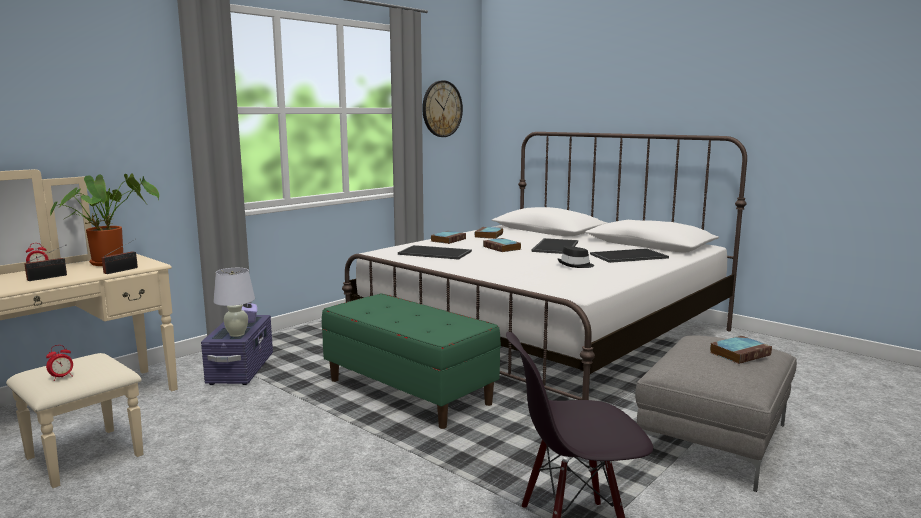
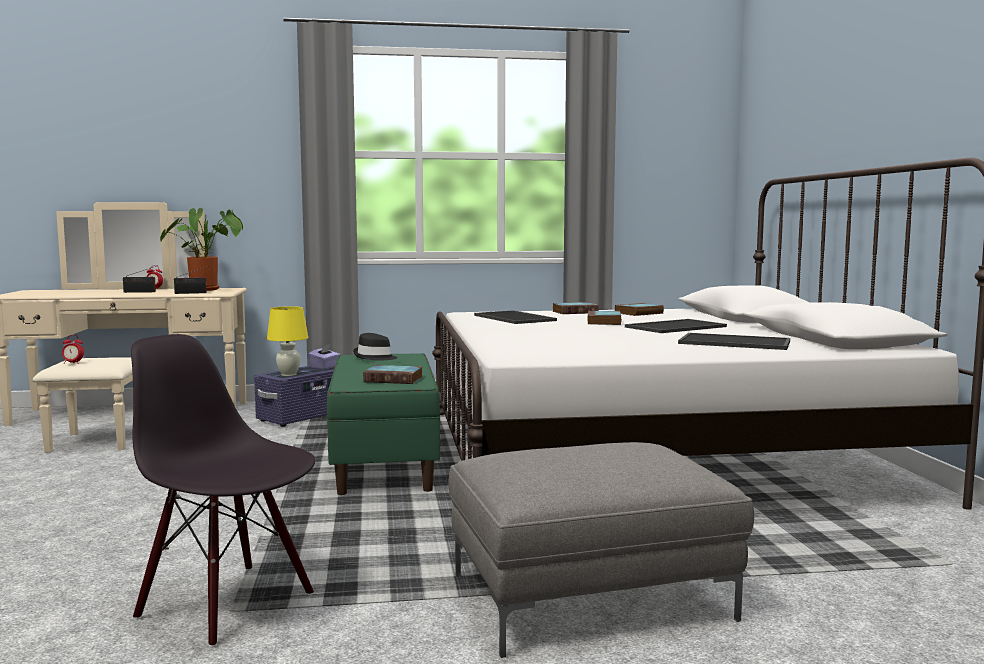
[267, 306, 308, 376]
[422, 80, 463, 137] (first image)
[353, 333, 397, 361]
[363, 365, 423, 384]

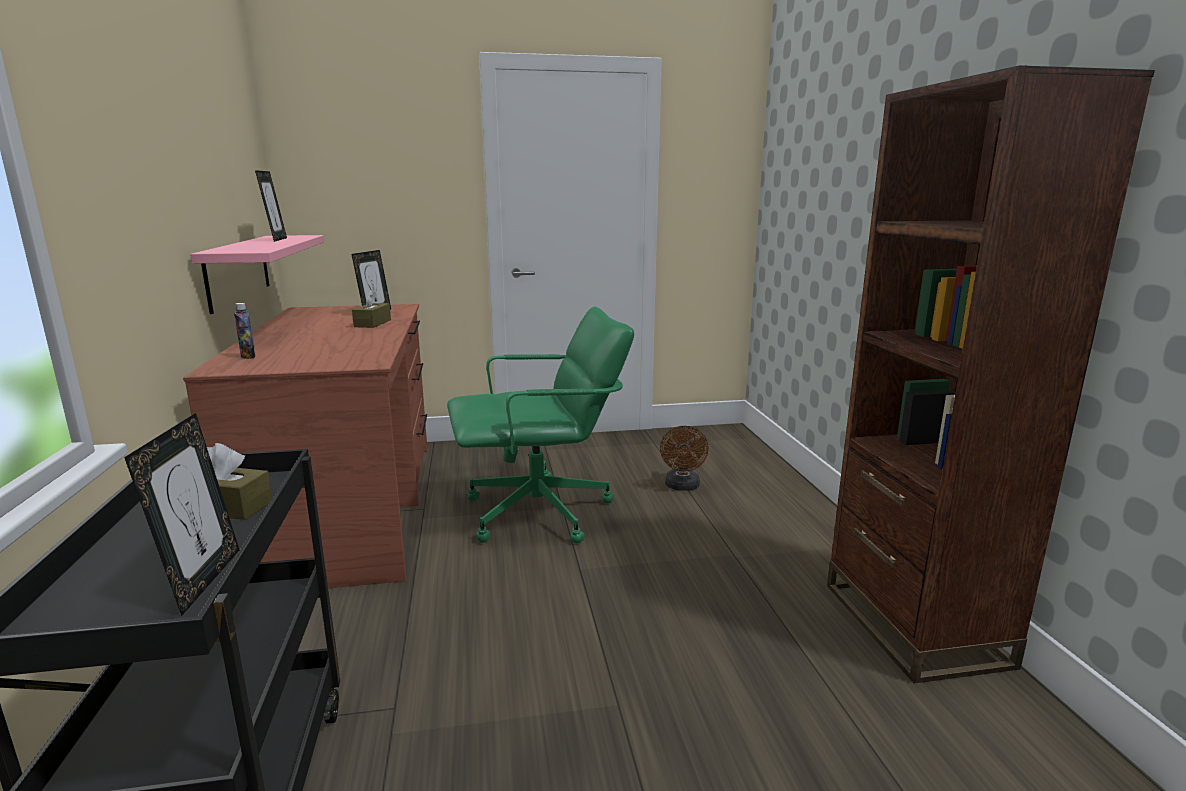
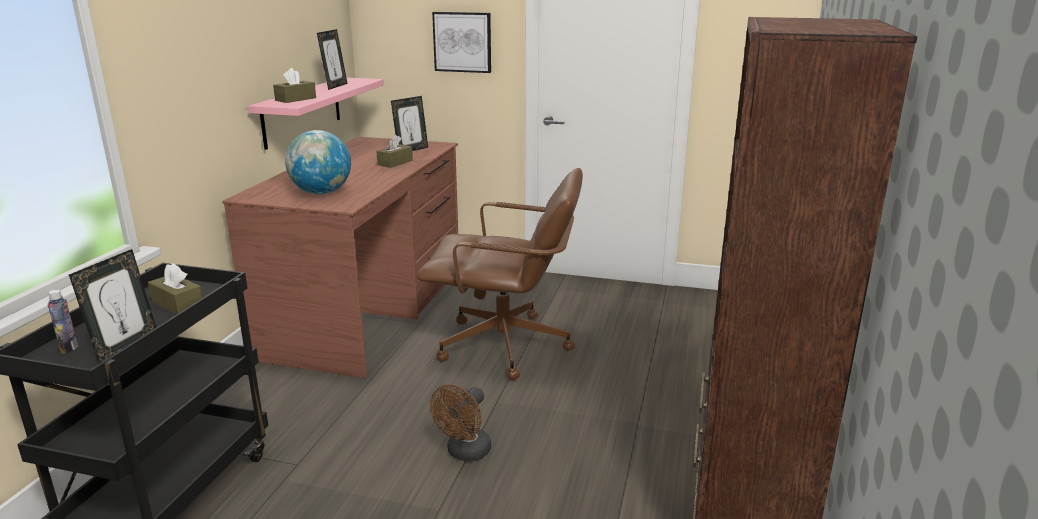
[48, 289, 78, 354]
[417, 168, 583, 380]
[430, 384, 491, 462]
[273, 68, 316, 103]
[285, 130, 351, 194]
[432, 12, 491, 73]

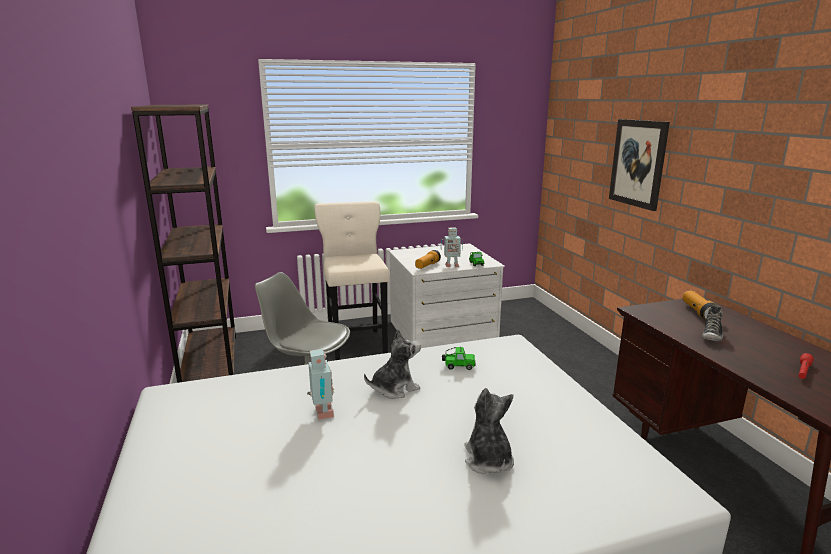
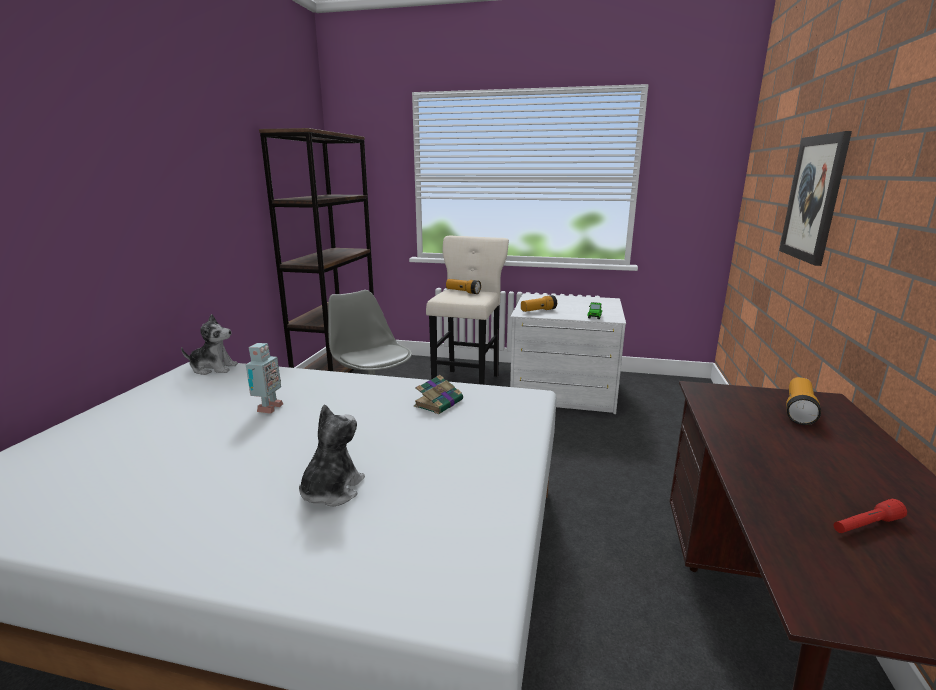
[181, 314, 238, 375]
[441, 227, 463, 267] (first image)
[414, 375, 463, 414]
[702, 305, 723, 342] (first image)
[446, 279, 481, 294]

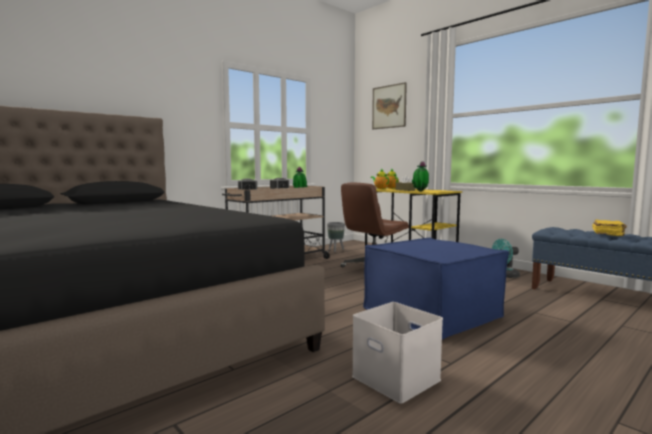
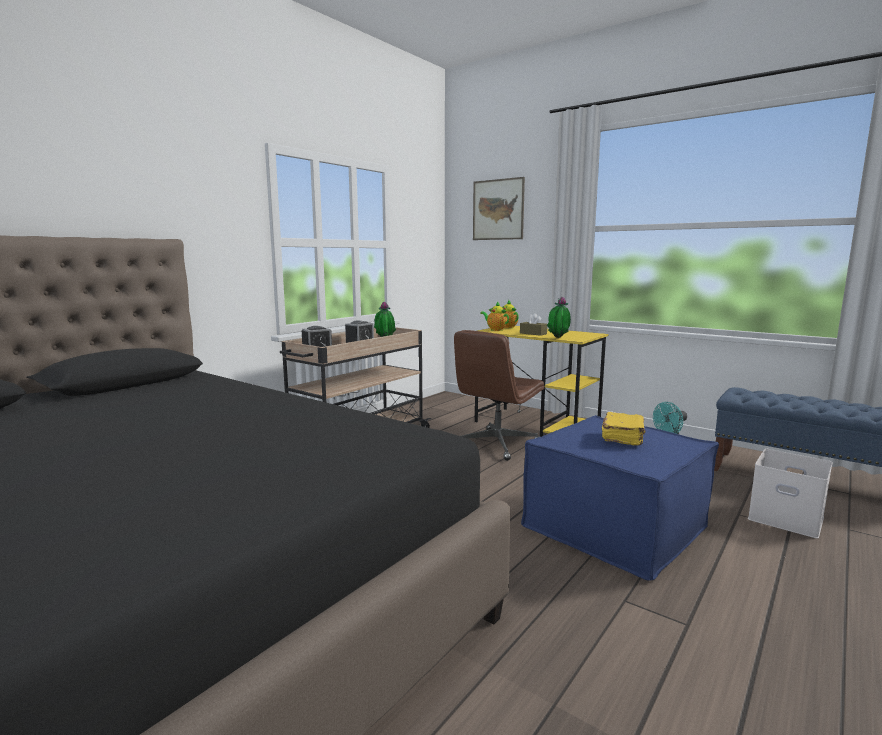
[327, 222, 345, 252] (first image)
[748, 449, 833, 538]
[602, 412, 646, 445]

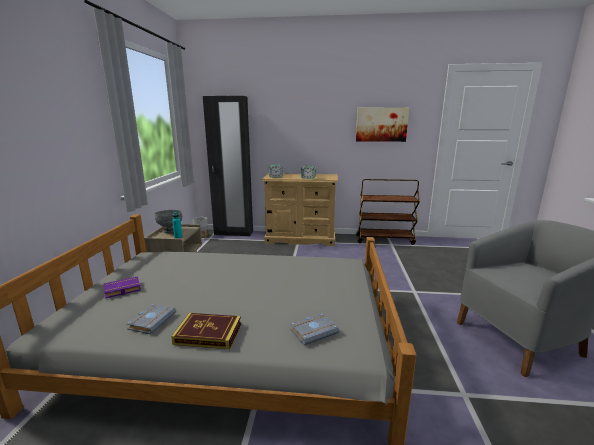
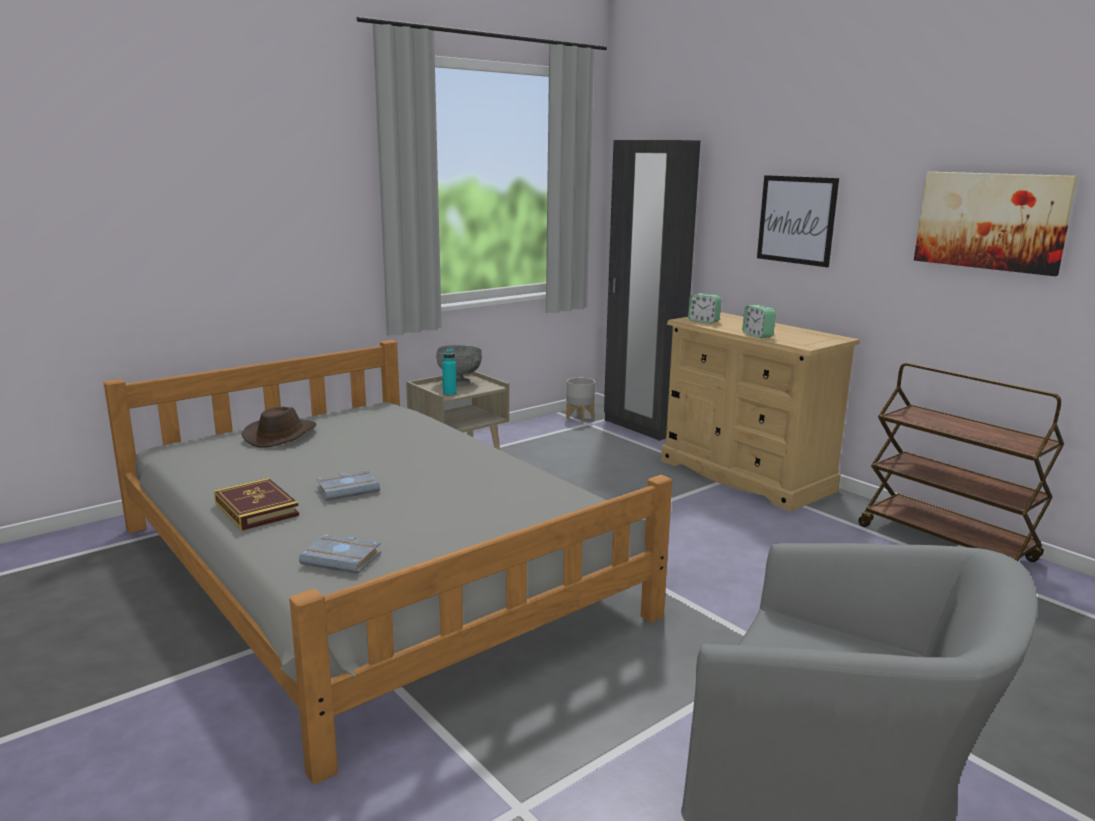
[242, 407, 316, 448]
[316, 470, 380, 501]
[757, 175, 839, 267]

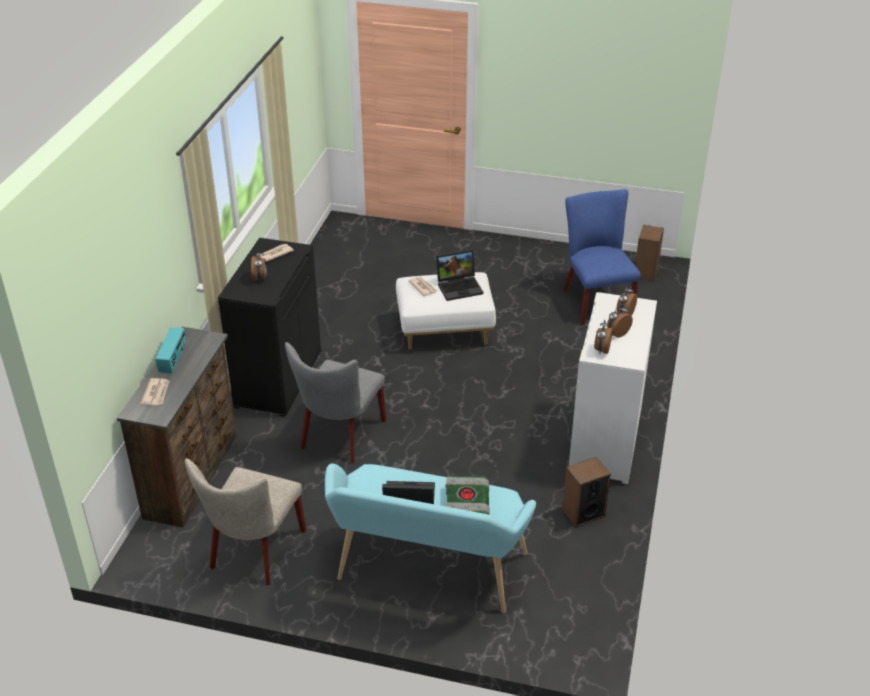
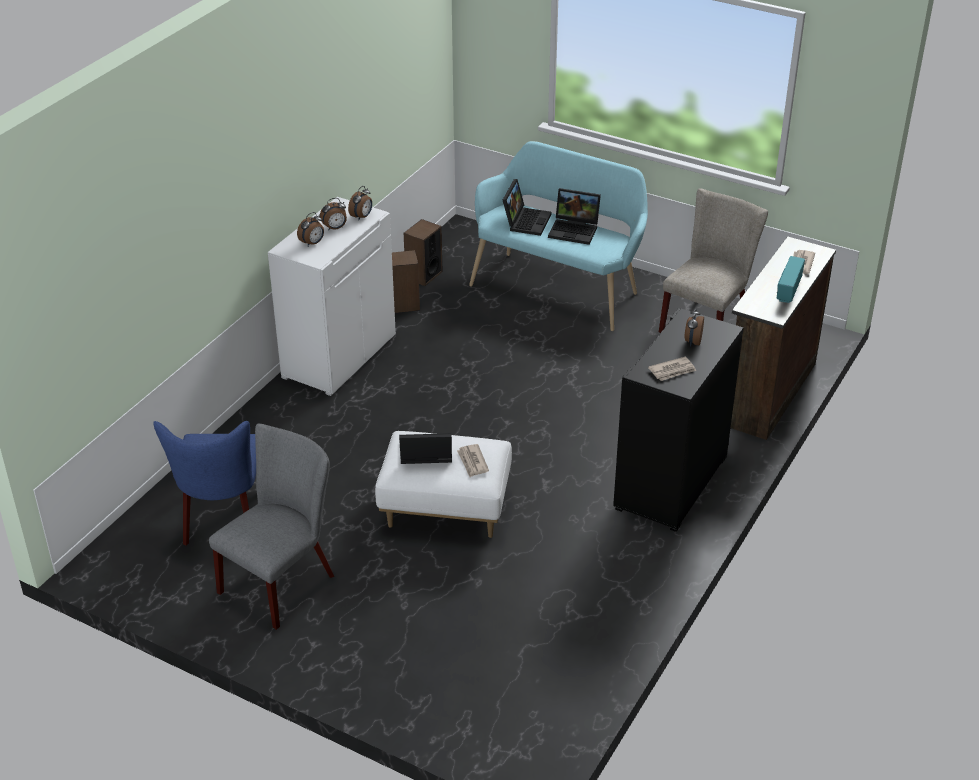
[209, 423, 334, 630]
[503, 179, 551, 236]
[404, 219, 443, 286]

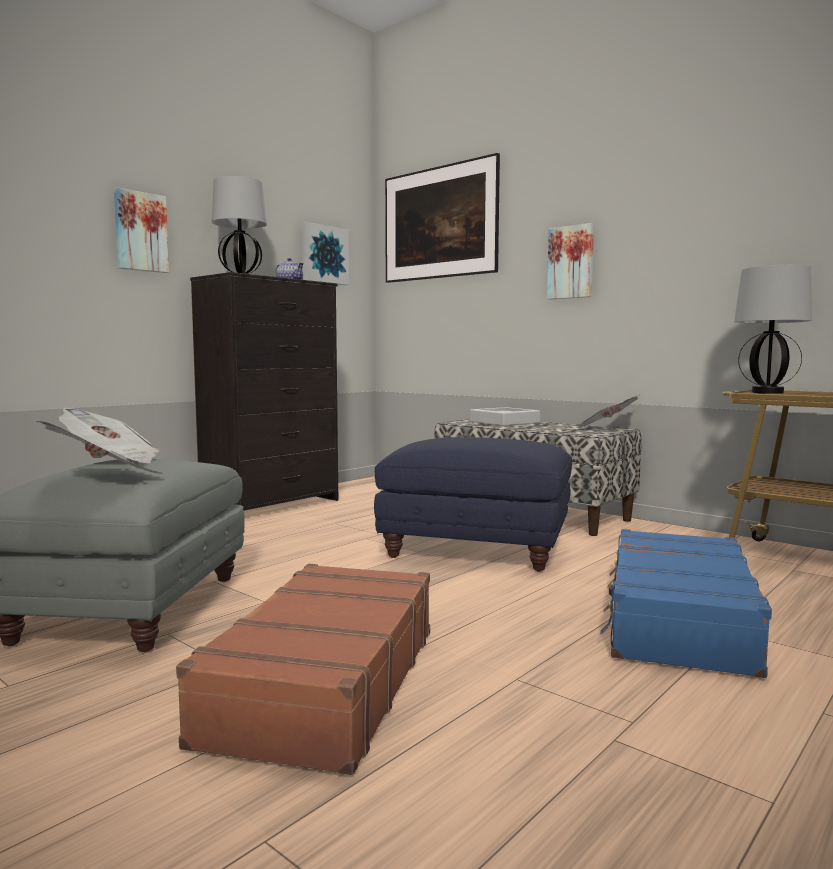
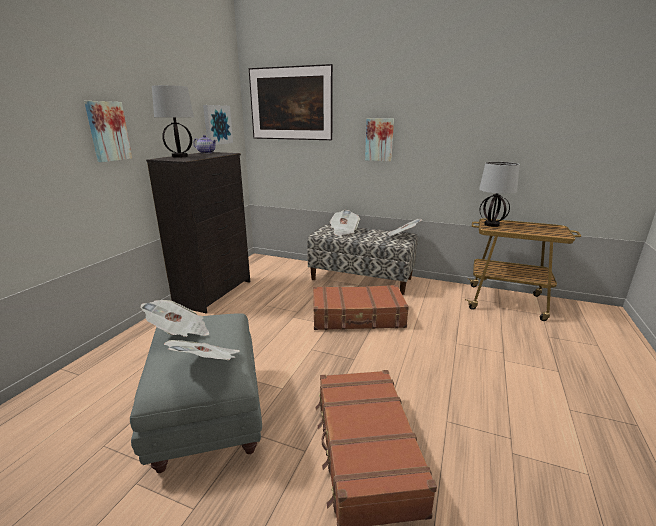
[313, 285, 409, 330]
[329, 210, 360, 236]
[600, 529, 772, 678] (first image)

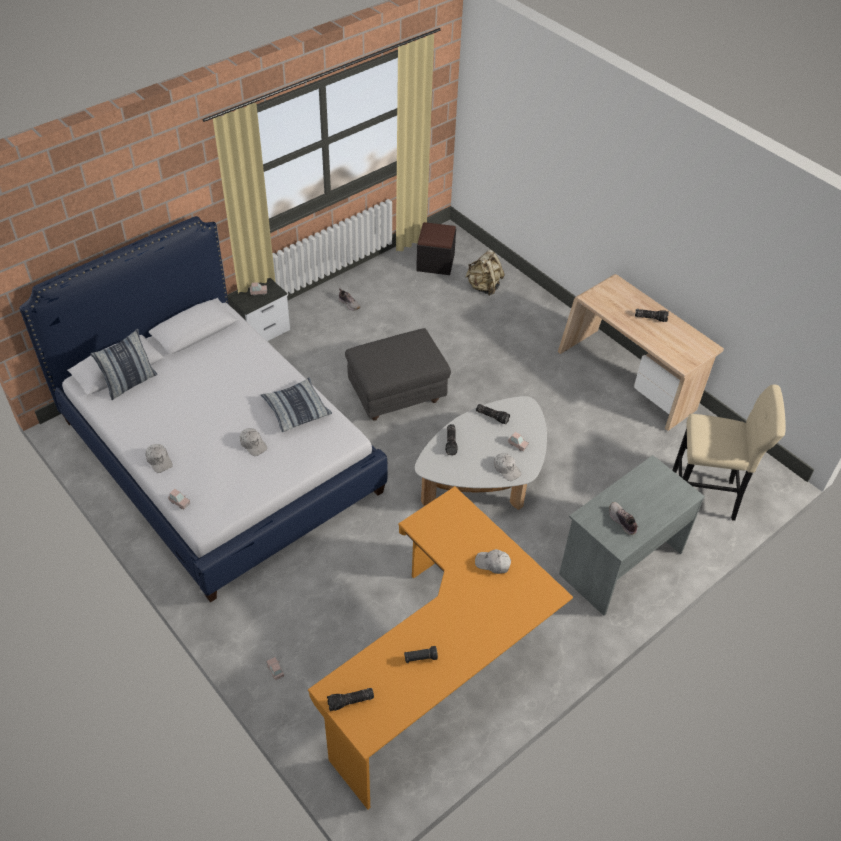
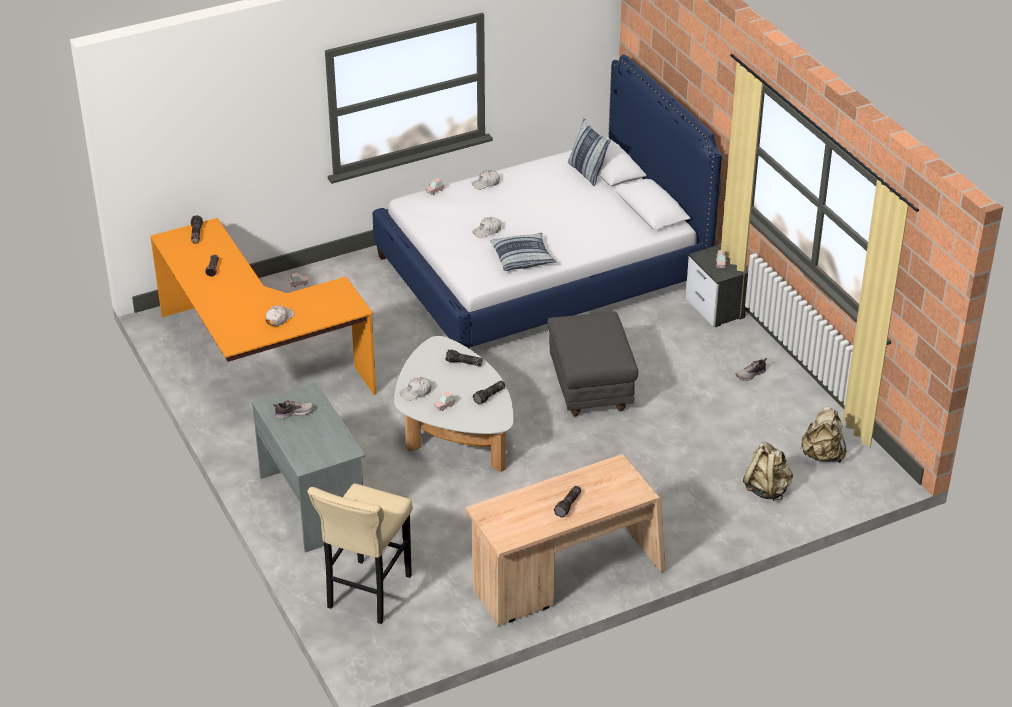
[800, 407, 847, 463]

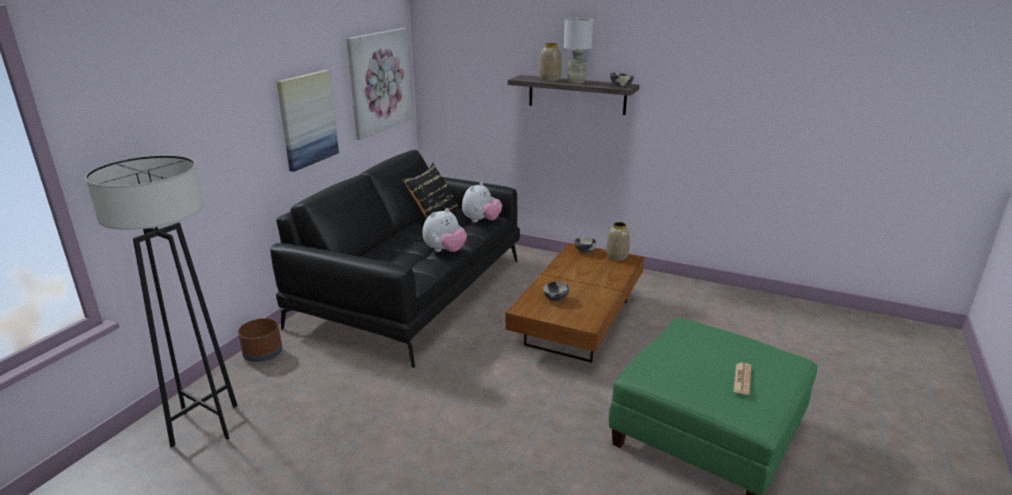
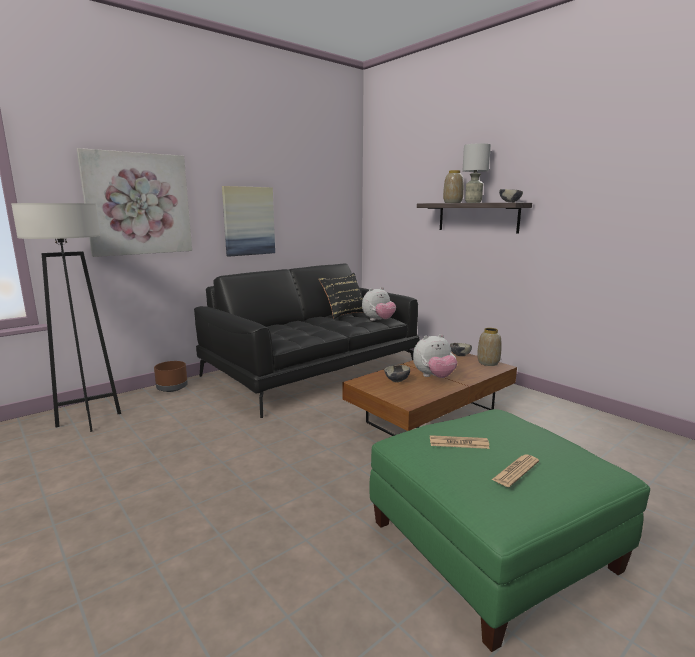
[77, 148, 192, 257]
[413, 334, 457, 378]
[430, 435, 490, 449]

